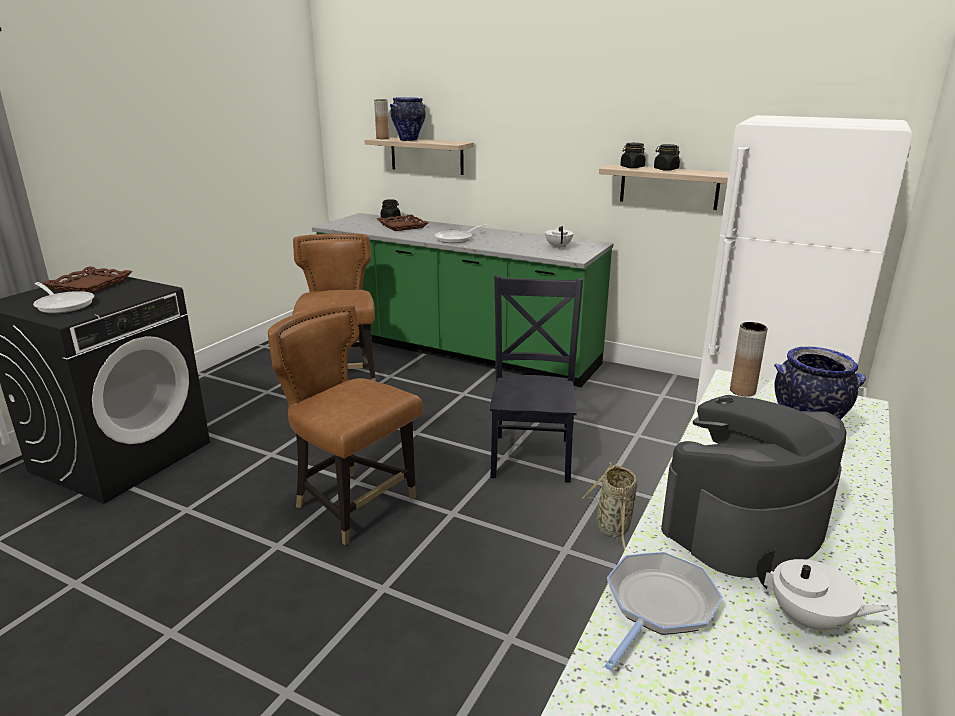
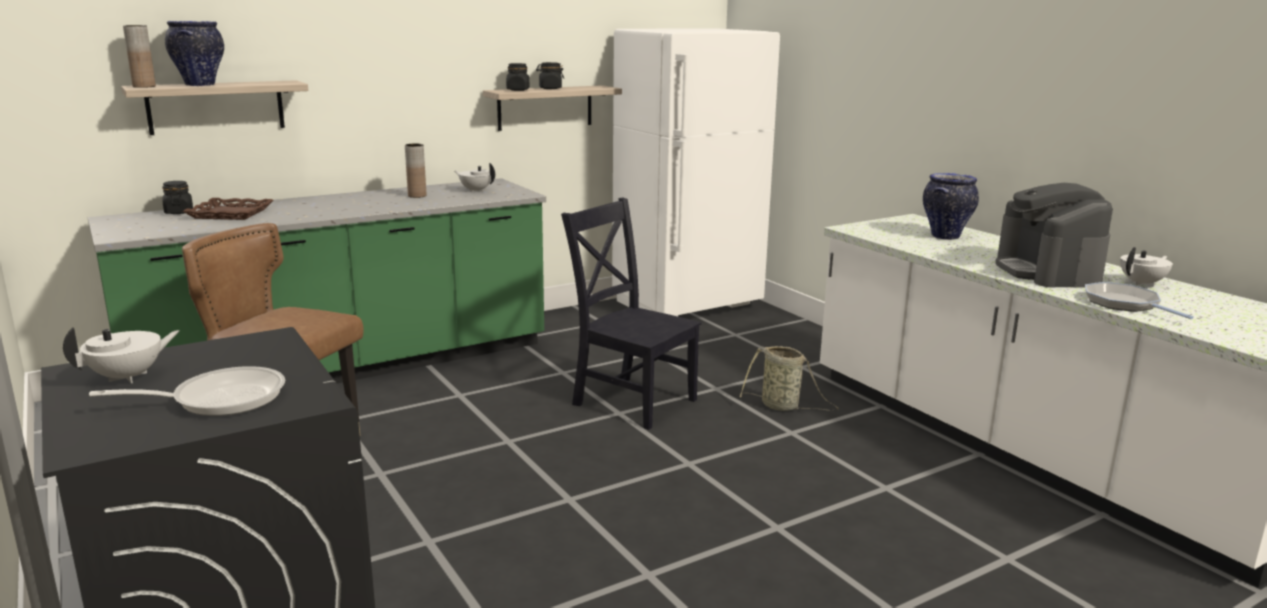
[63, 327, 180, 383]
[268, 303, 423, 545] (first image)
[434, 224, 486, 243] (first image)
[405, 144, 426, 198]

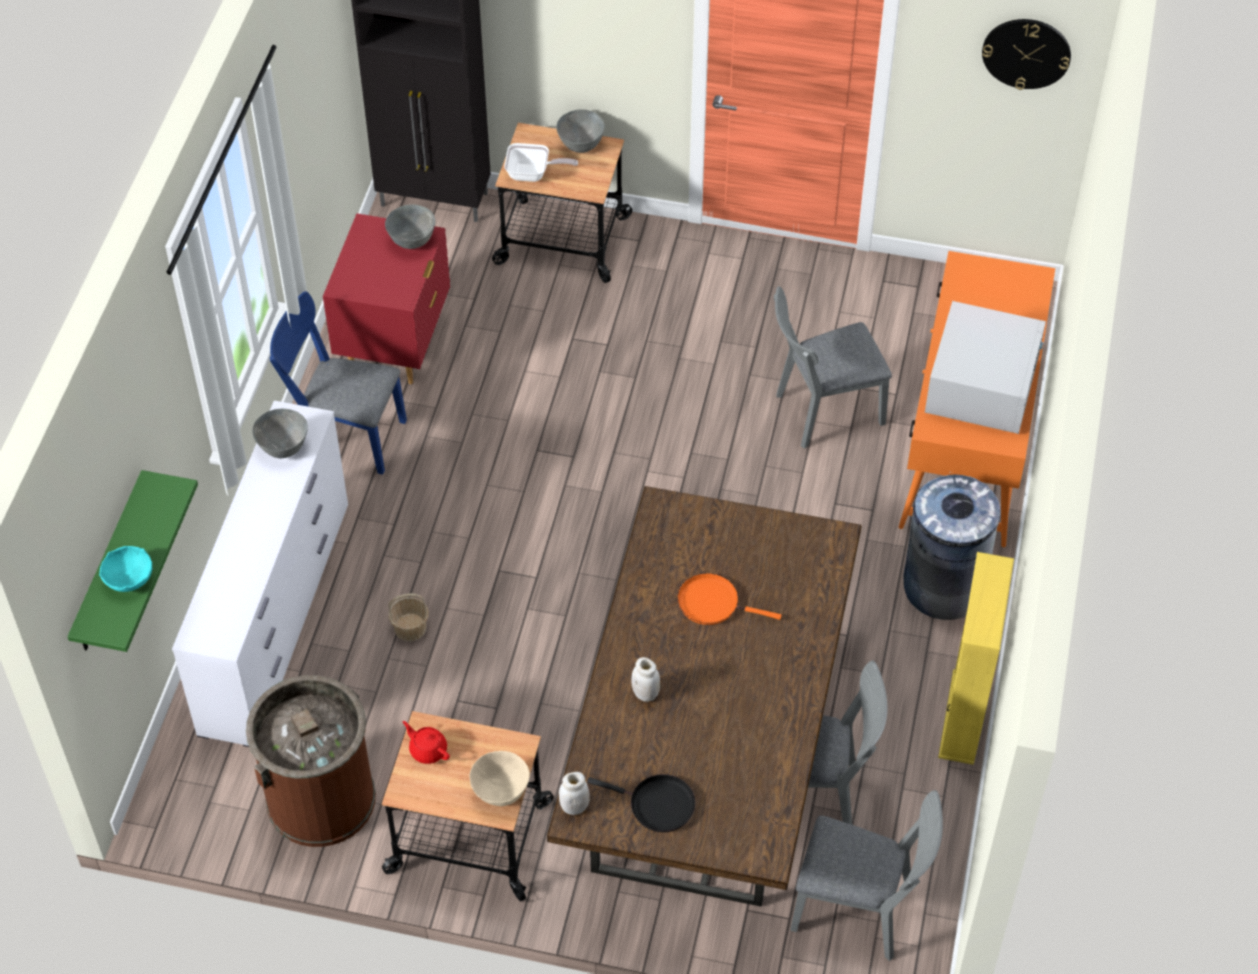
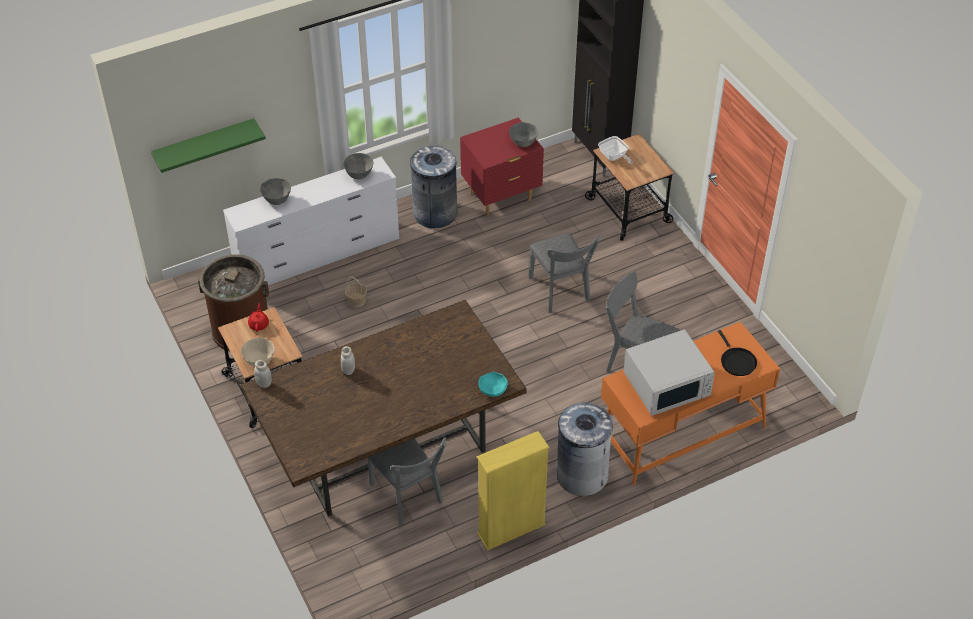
[478, 371, 508, 397]
[410, 145, 458, 228]
[260, 178, 291, 205]
[718, 330, 757, 376]
[677, 573, 782, 625] (first image)
[529, 233, 600, 313]
[982, 19, 1071, 90] (first image)

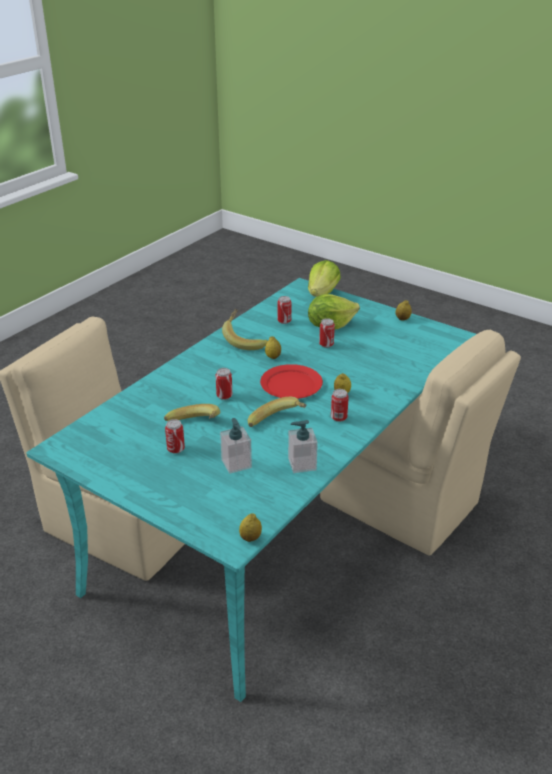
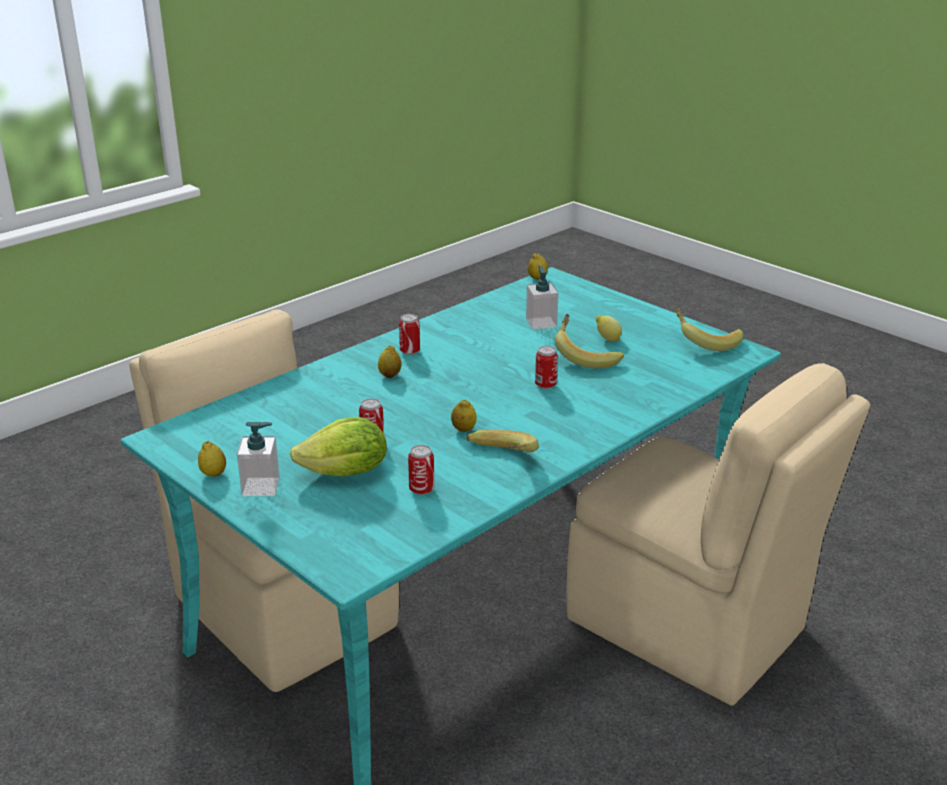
[595, 315, 622, 341]
[675, 306, 743, 351]
[260, 364, 323, 399] (first image)
[237, 422, 280, 496]
[308, 260, 341, 297] (first image)

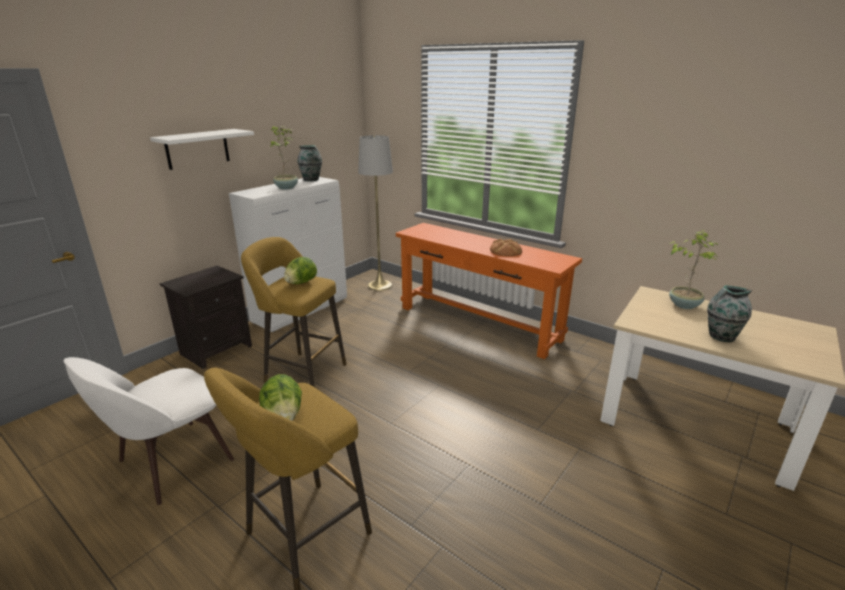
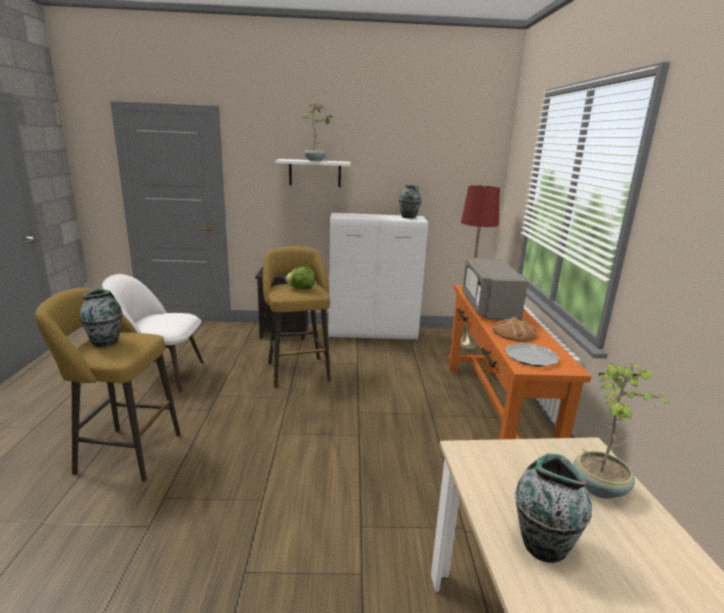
[79, 289, 123, 347]
[302, 102, 332, 161]
[460, 185, 500, 349]
[462, 258, 528, 320]
[505, 343, 560, 366]

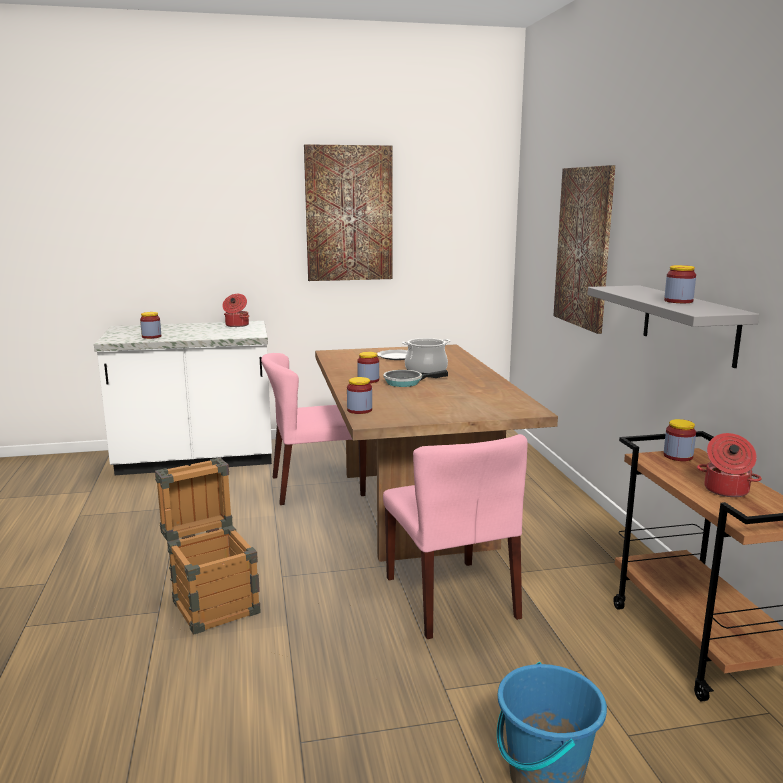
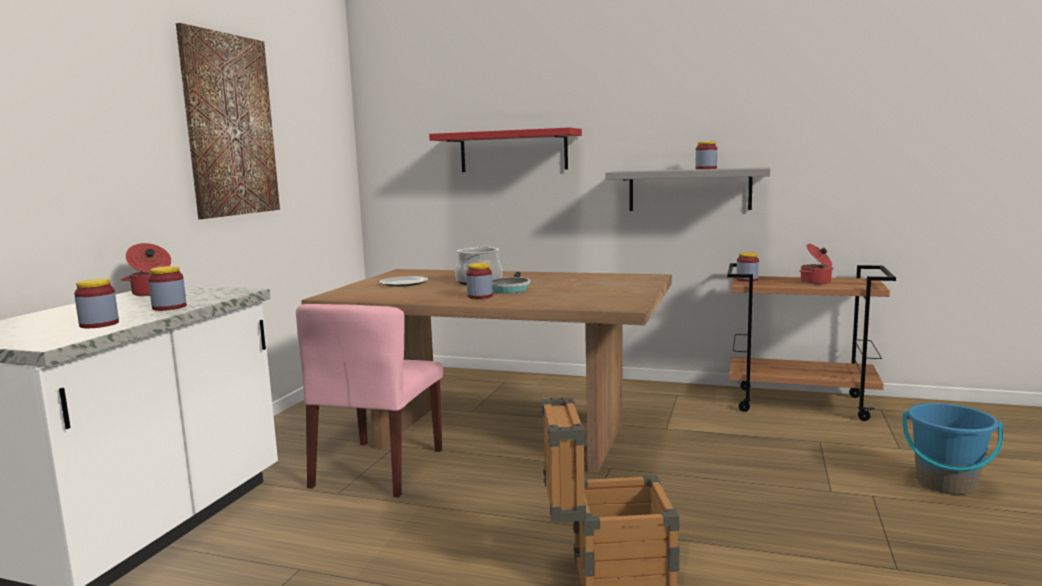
[148, 266, 187, 311]
[383, 434, 528, 639] (first image)
[429, 127, 582, 172]

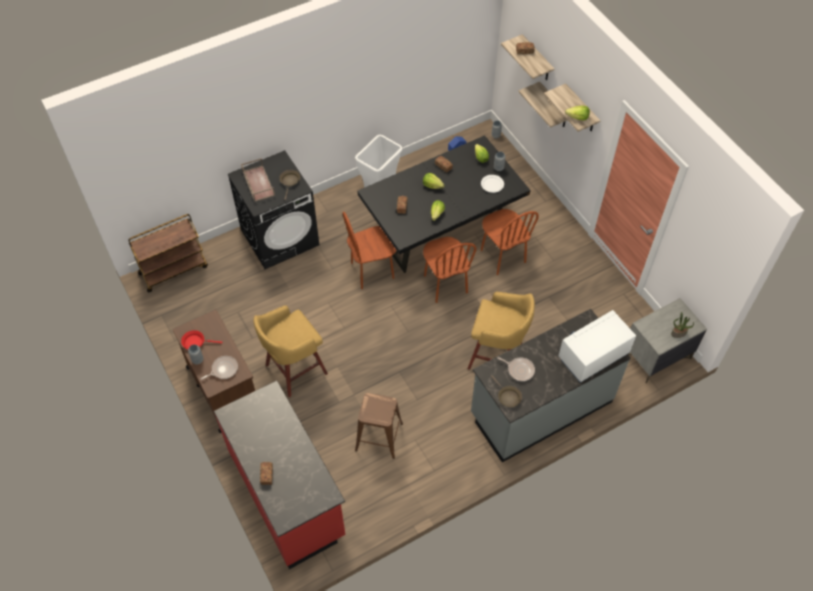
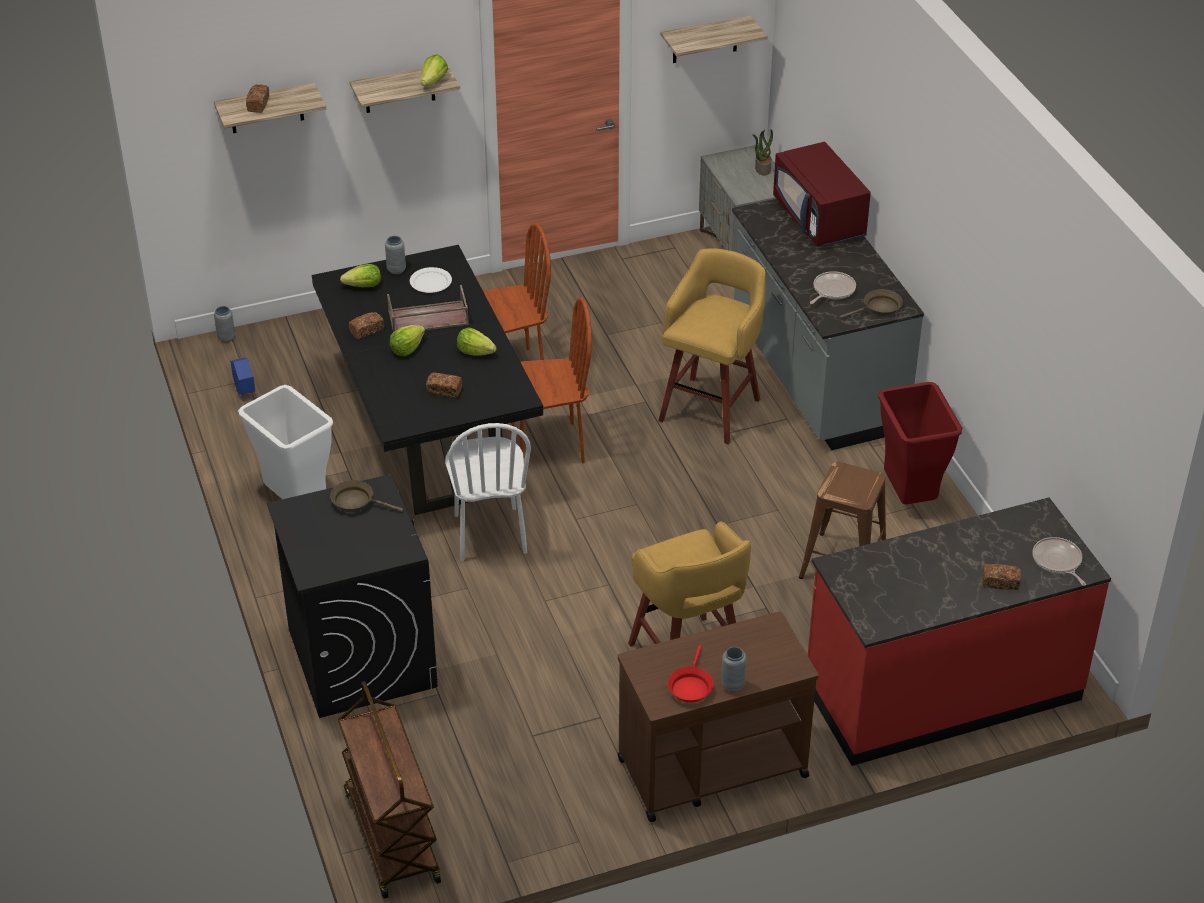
[1032, 537, 1086, 586]
[387, 285, 469, 332]
[445, 423, 531, 561]
[661, 15, 768, 63]
[773, 142, 871, 246]
[878, 382, 962, 504]

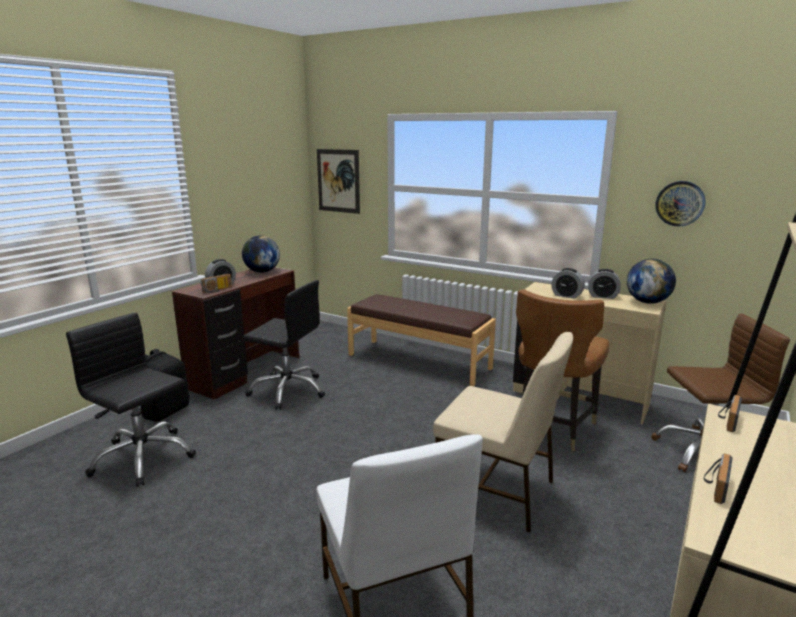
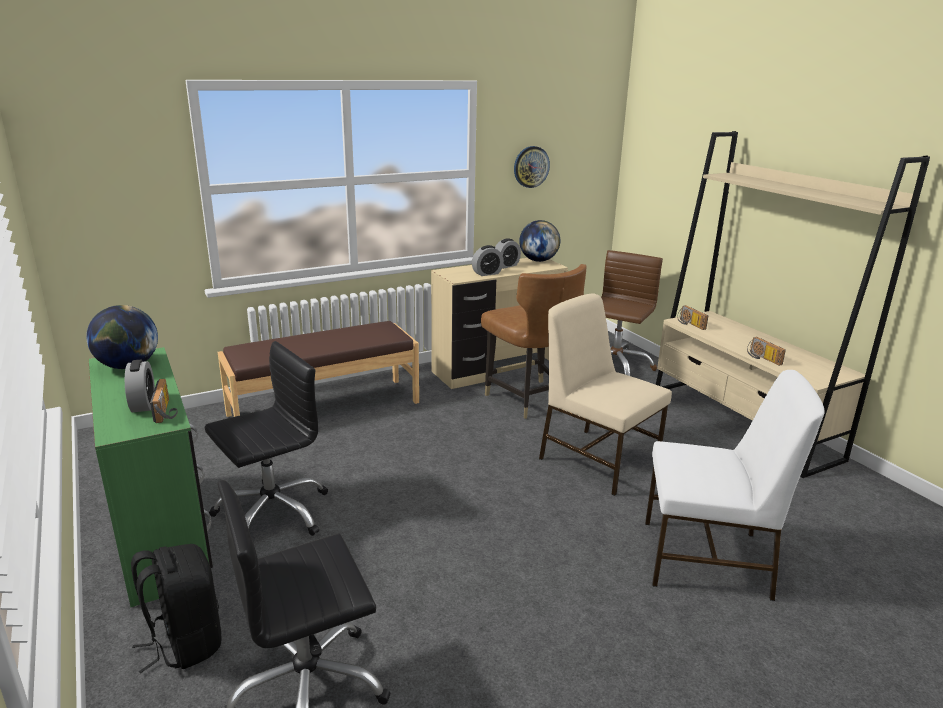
[88, 347, 213, 607]
[317, 149, 360, 214] (first image)
[539, 293, 672, 496]

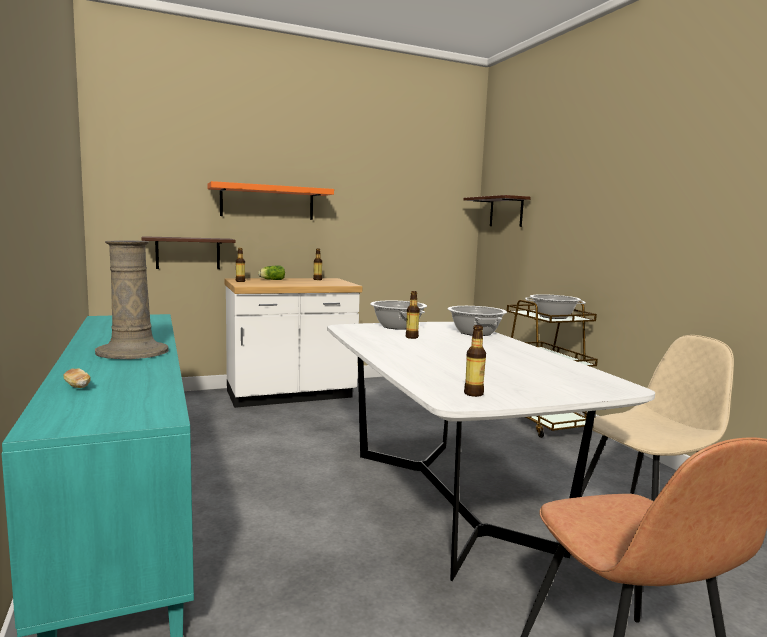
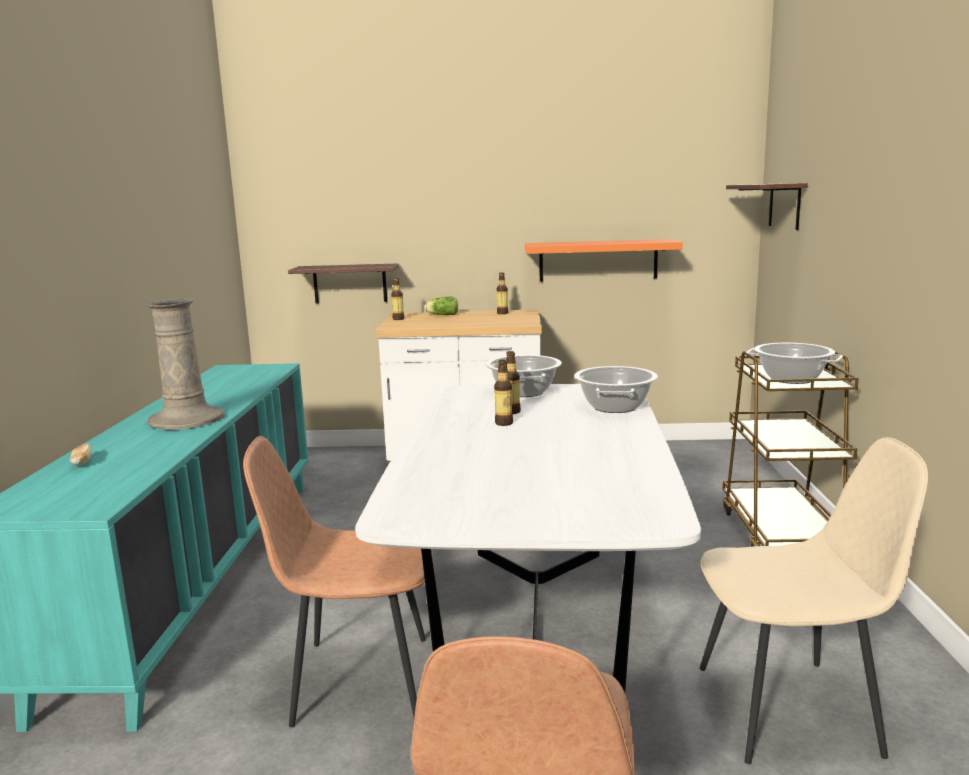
[525, 239, 683, 281]
[494, 360, 513, 426]
[243, 436, 433, 727]

